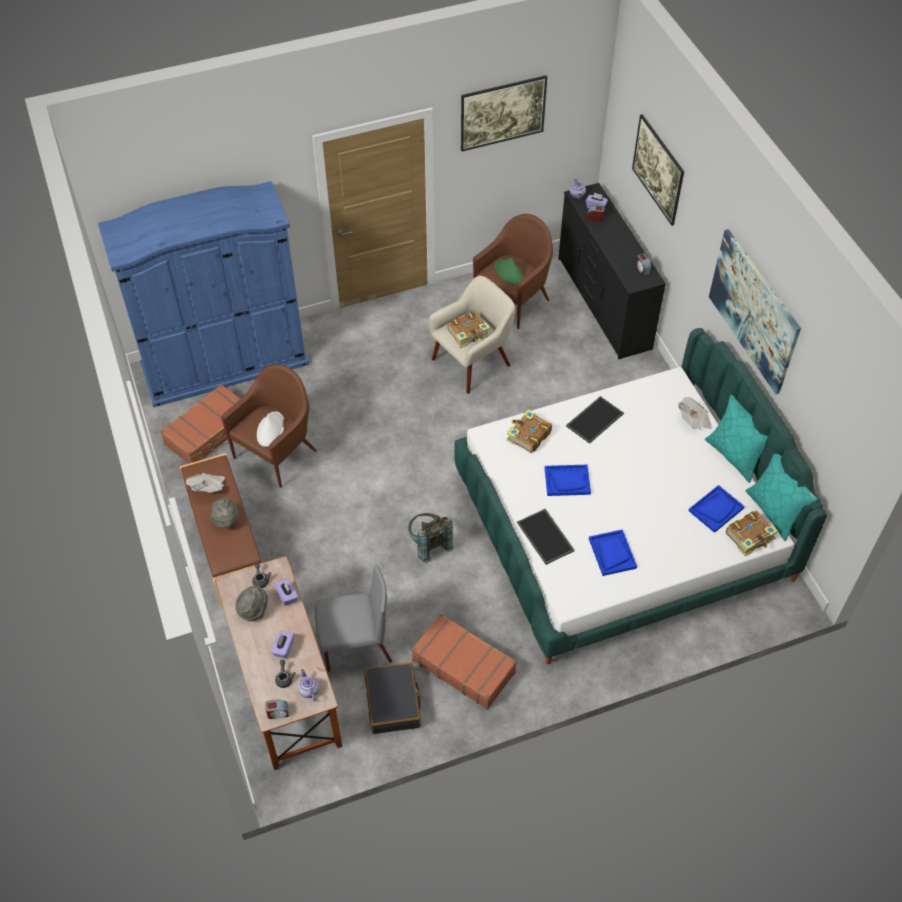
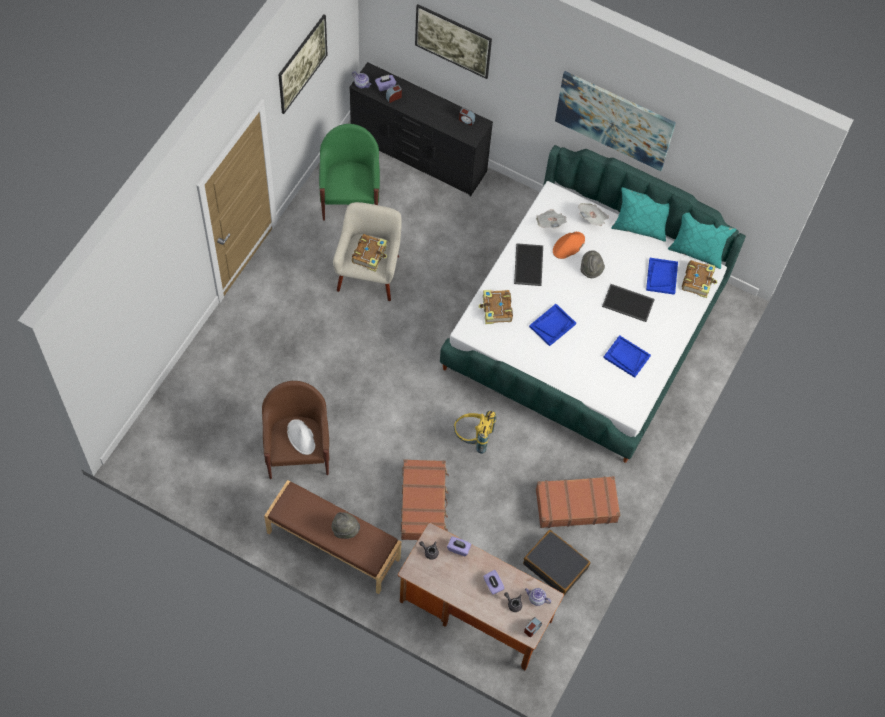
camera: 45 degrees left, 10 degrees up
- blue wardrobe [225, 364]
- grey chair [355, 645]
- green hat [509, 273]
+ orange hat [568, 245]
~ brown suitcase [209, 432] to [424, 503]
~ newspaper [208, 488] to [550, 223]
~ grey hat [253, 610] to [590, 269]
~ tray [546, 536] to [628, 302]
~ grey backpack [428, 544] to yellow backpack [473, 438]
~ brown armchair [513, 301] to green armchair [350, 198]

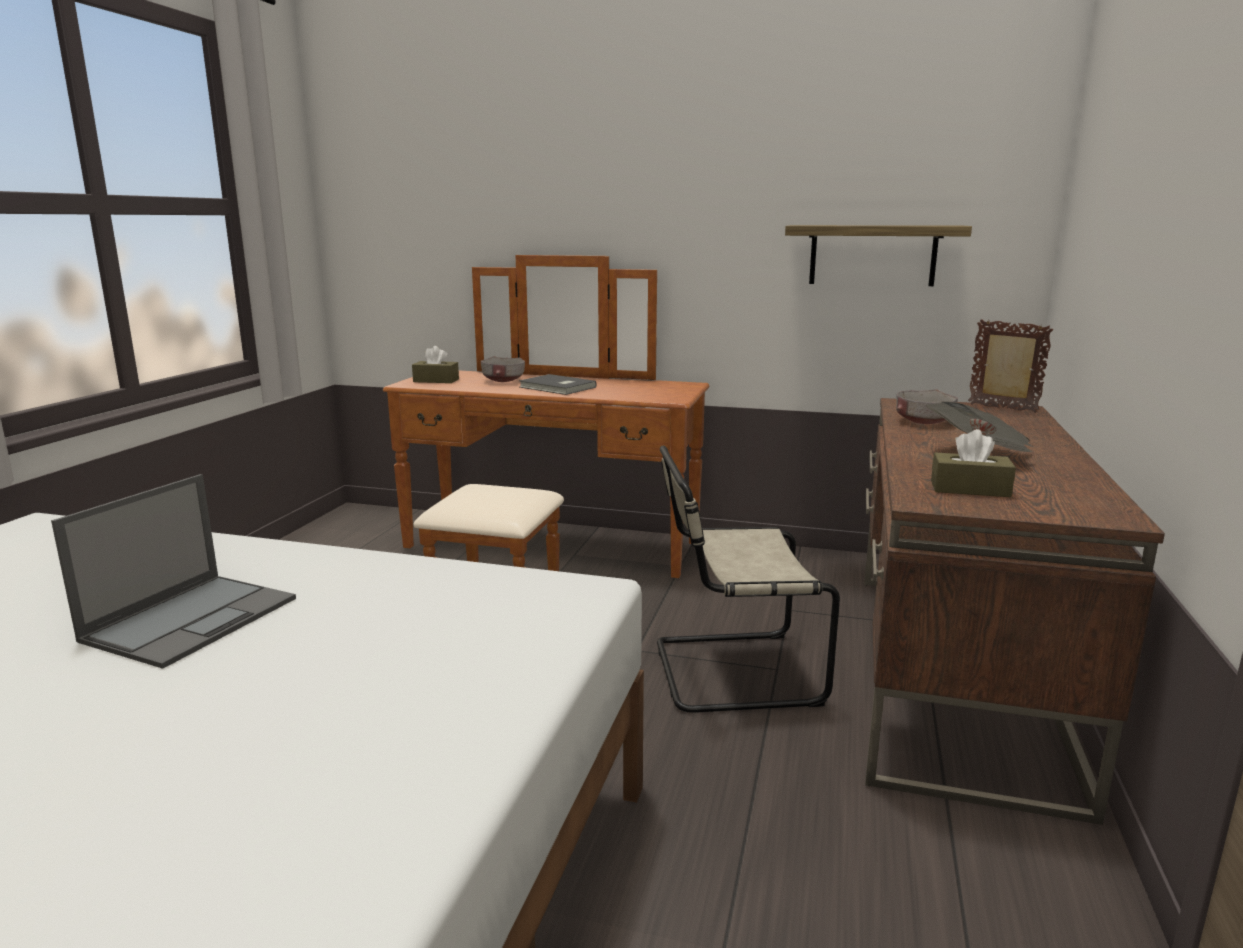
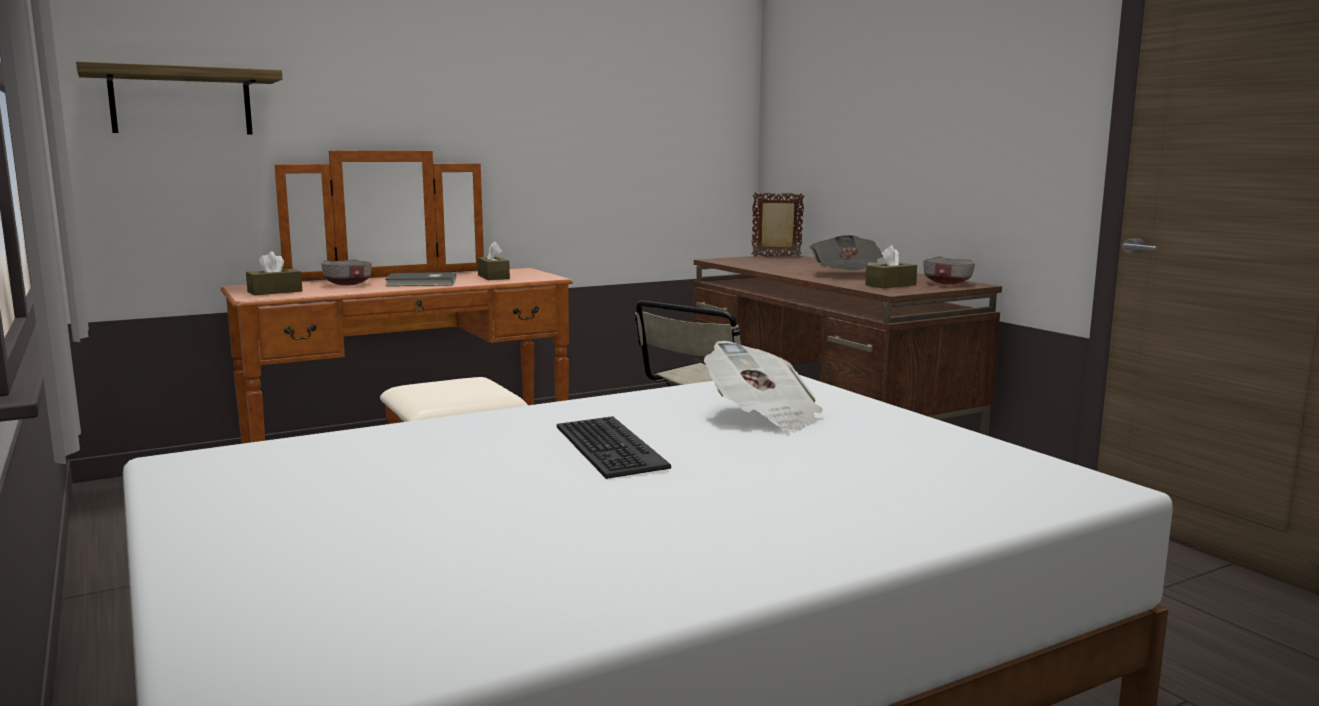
camera: 45 degrees left, 5 degrees down
+ brown tissue box [493, 277]
+ newspaper [763, 417]
~ shelf [872, 255] to [181, 102]
~ grey bowl [923, 422] to [947, 283]
~ laptop [193, 618] to keyboard [608, 447]

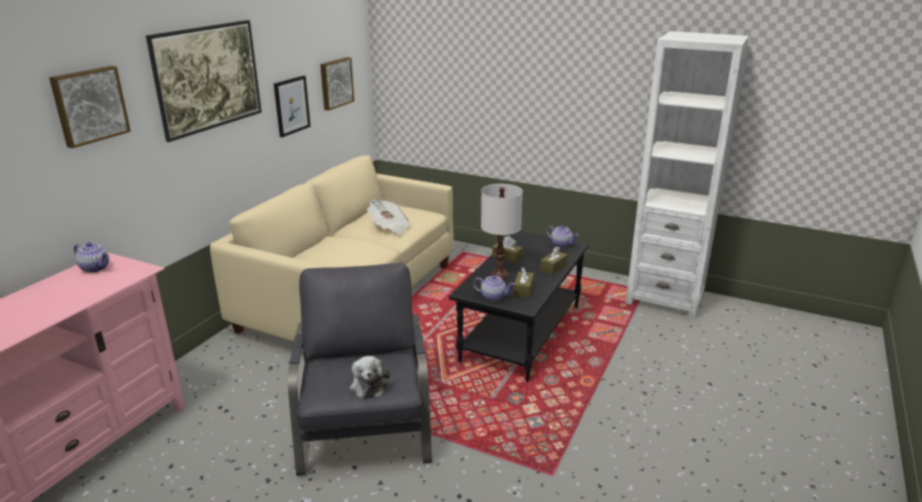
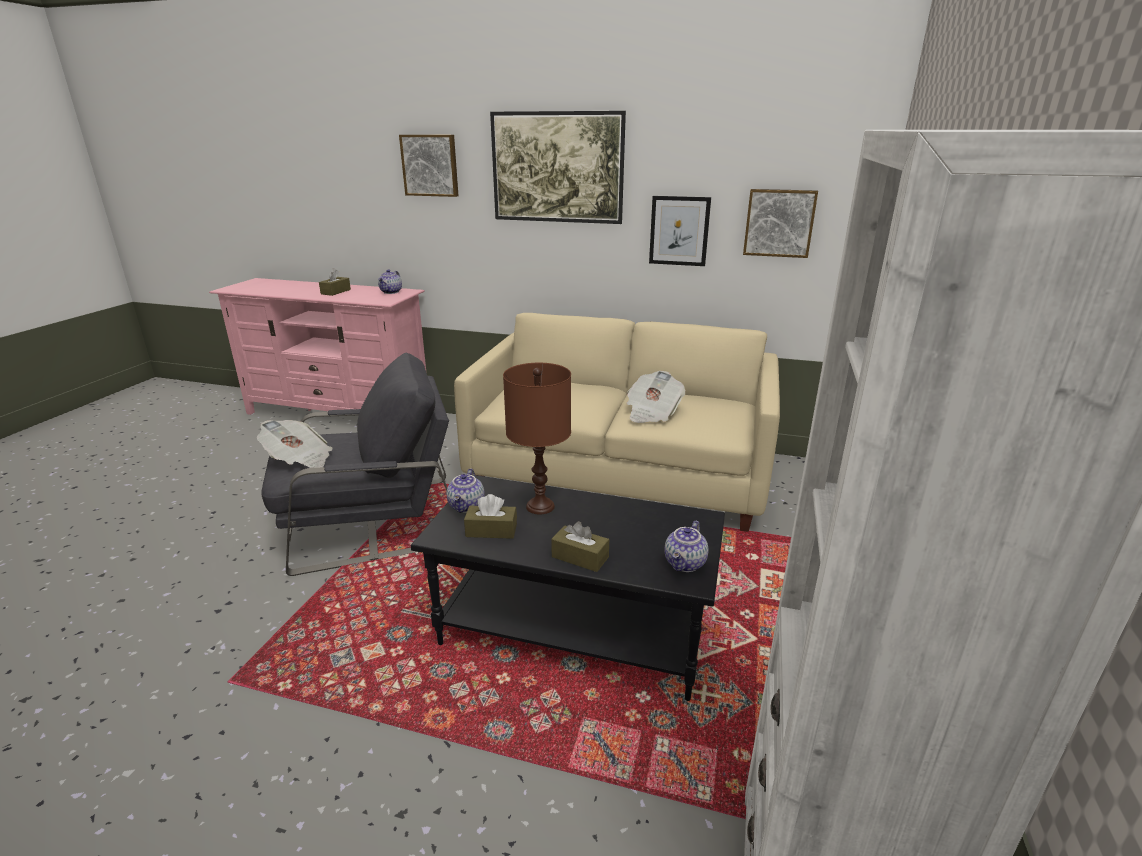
camera: 80 degrees right, 0 degrees up
~ brown tissue box [507, 257] to [336, 292]
~ plush toy [368, 385] to newspaper [299, 460]
~ white table lamp [499, 274] to brown table lamp [540, 506]

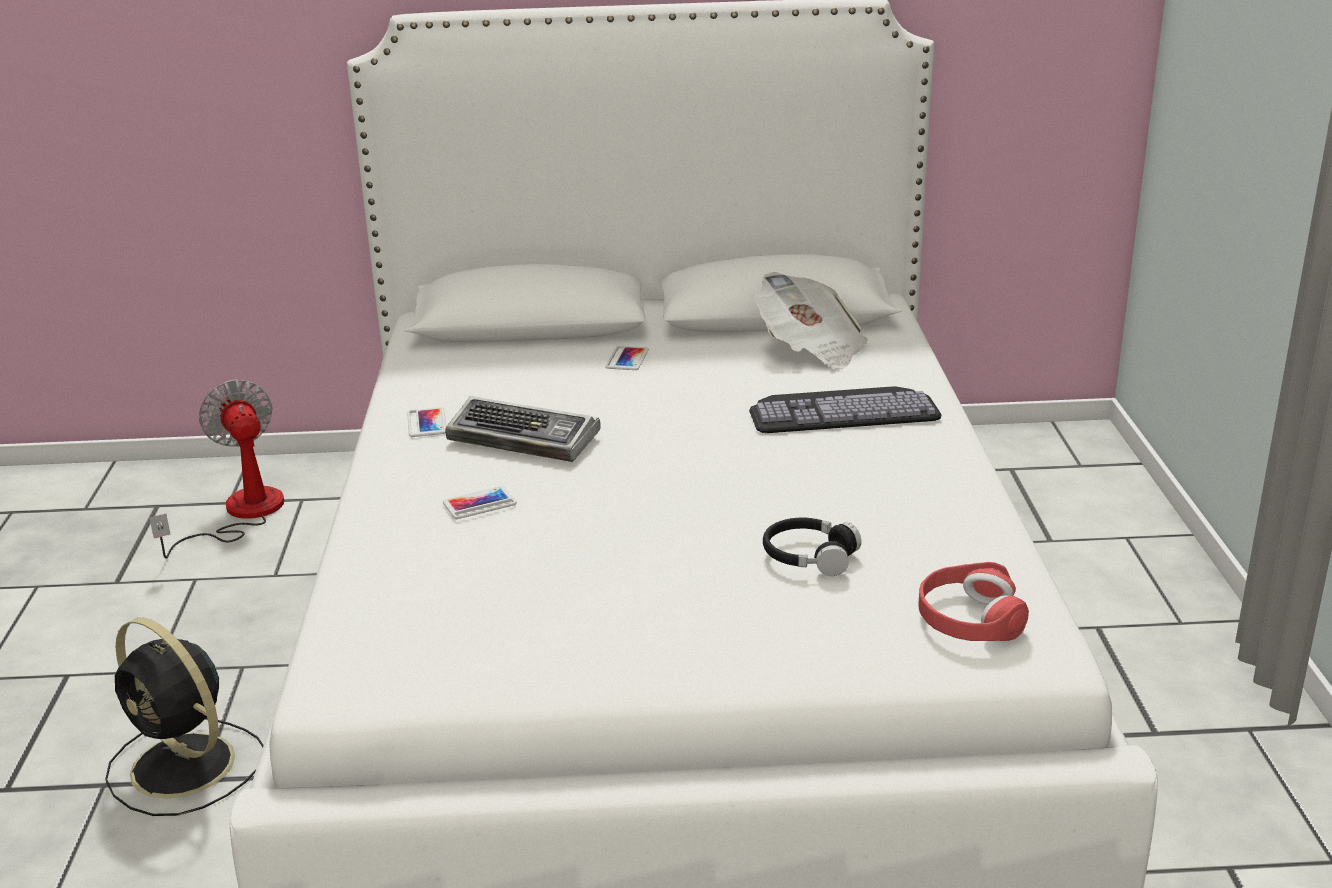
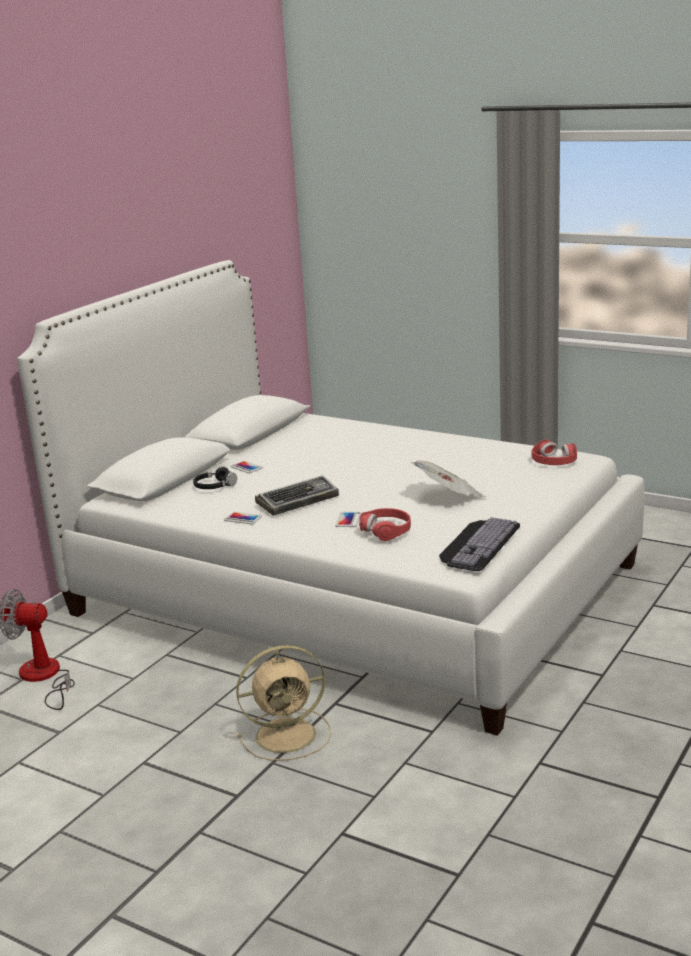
camera: 55 degrees left, 5 degrees down
+ red headphones [386, 530]
~ keyboard [843, 409] to [477, 543]
~ newspaper [810, 349] to [449, 497]
~ black headphones [809, 557] to [214, 486]
~ black fan [186, 767] to beige fan [288, 734]

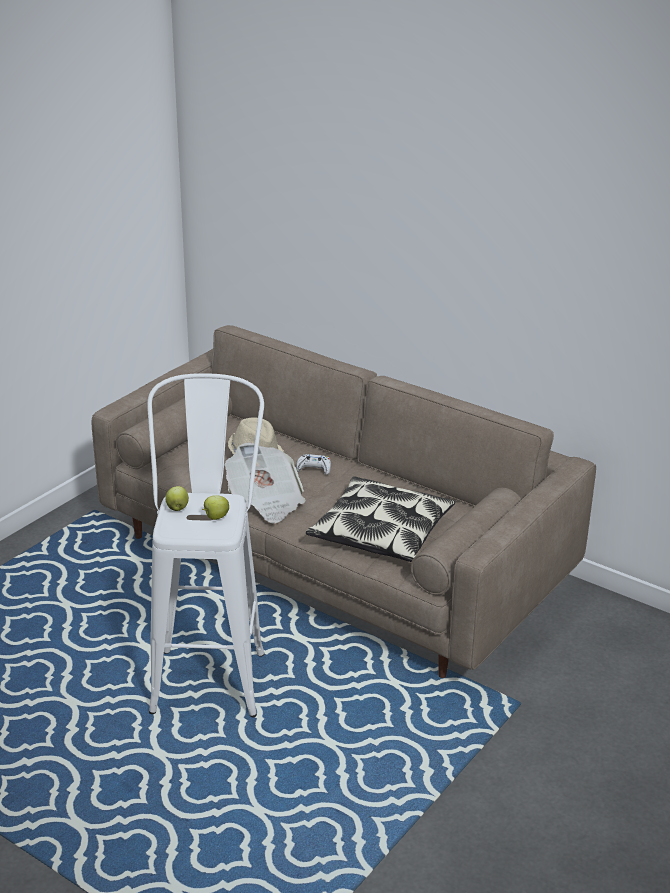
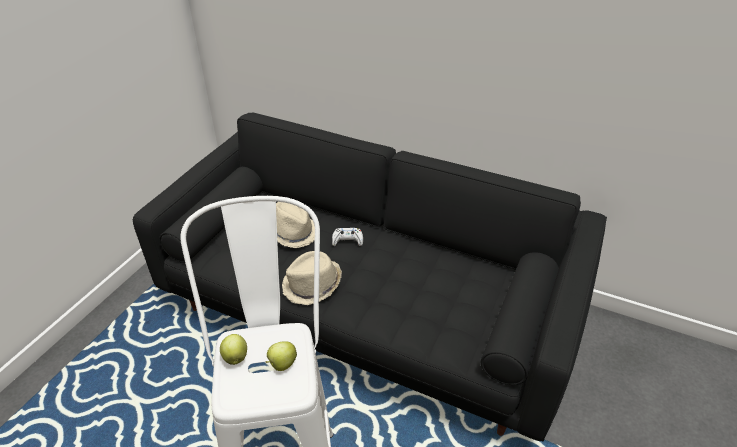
camera: 10 degrees left, 10 degrees up
- pillow [381, 532]
~ newspaper [265, 501] to beige hat [312, 286]
~ beige sofa [334, 559] to black sofa [369, 308]

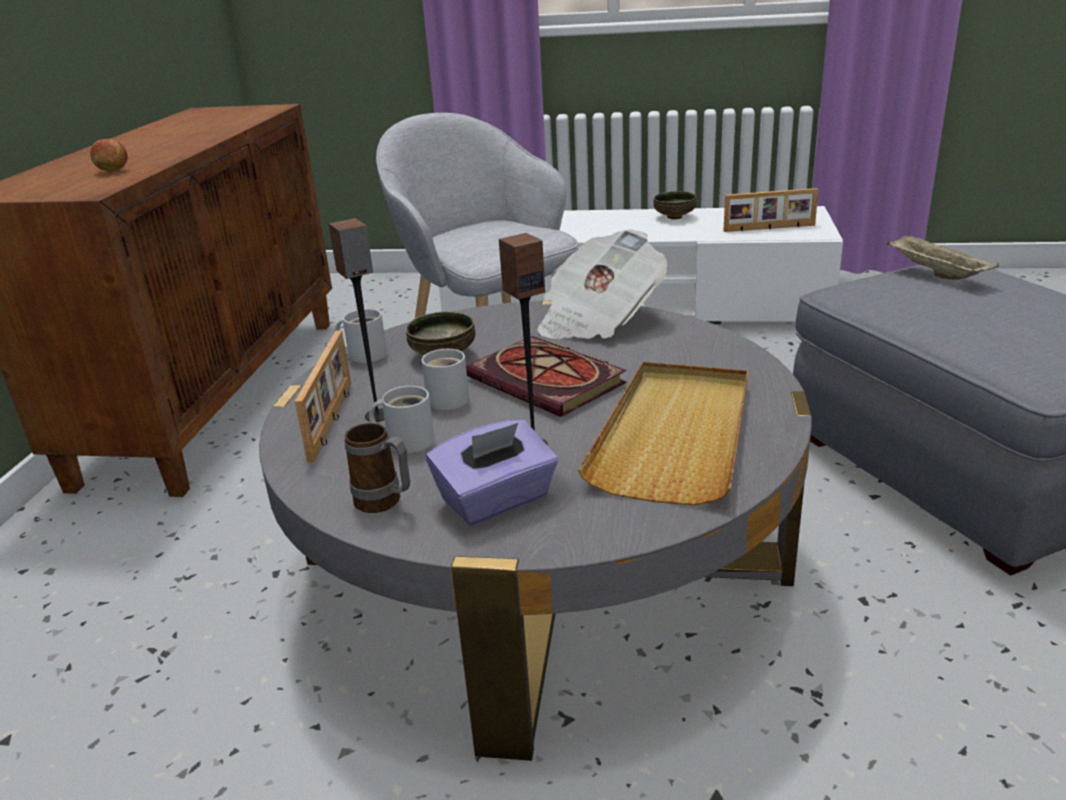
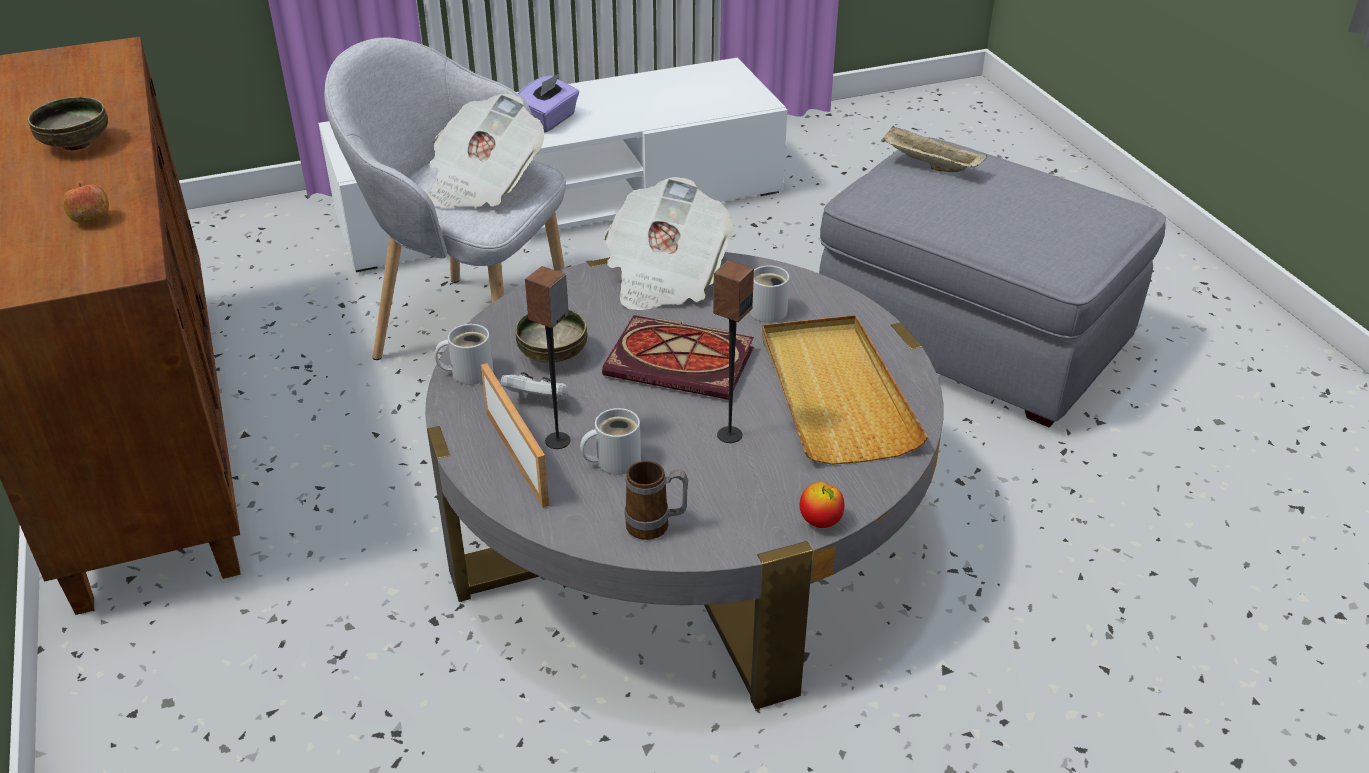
camera: 30 degrees left, 10 degrees up
- picture frame [769, 228]
+ newspaper [483, 183]
+ white game controller [538, 402]
+ apple [820, 522]
~ white mug [449, 398] to [767, 309]
~ purple tissue box [496, 500] to [549, 121]
~ bowl [675, 217] to [77, 145]

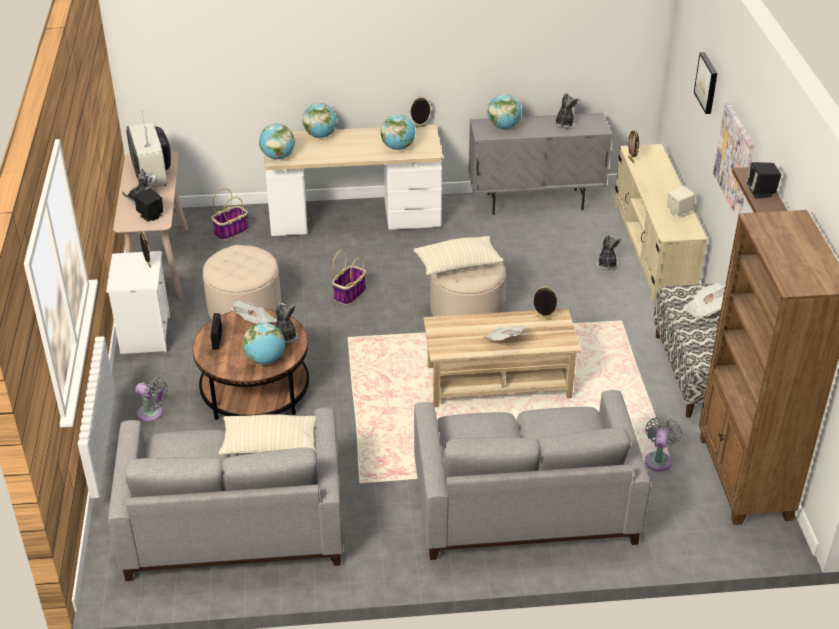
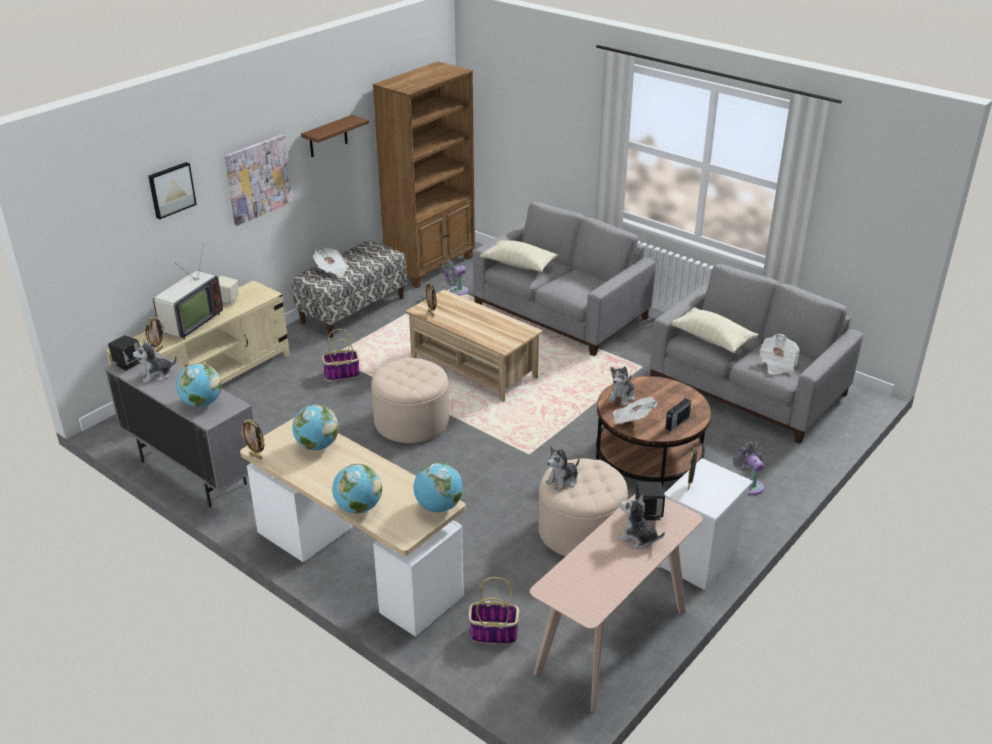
camera: 135 degrees left, 5 degrees down
- globe [265, 359]
~ television [152, 173] to [189, 323]
~ basket [350, 293] to [341, 374]
~ beige pillow [458, 265] to [519, 264]
~ newspaper [503, 341] to [777, 364]
~ plush toy [606, 265] to [562, 481]
~ black speaker [761, 192] to [128, 364]

